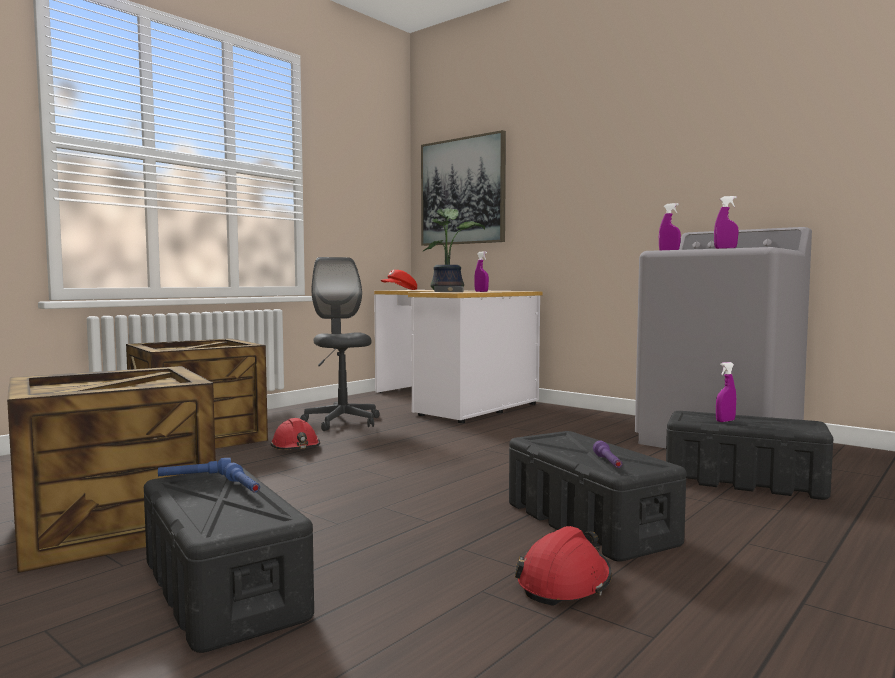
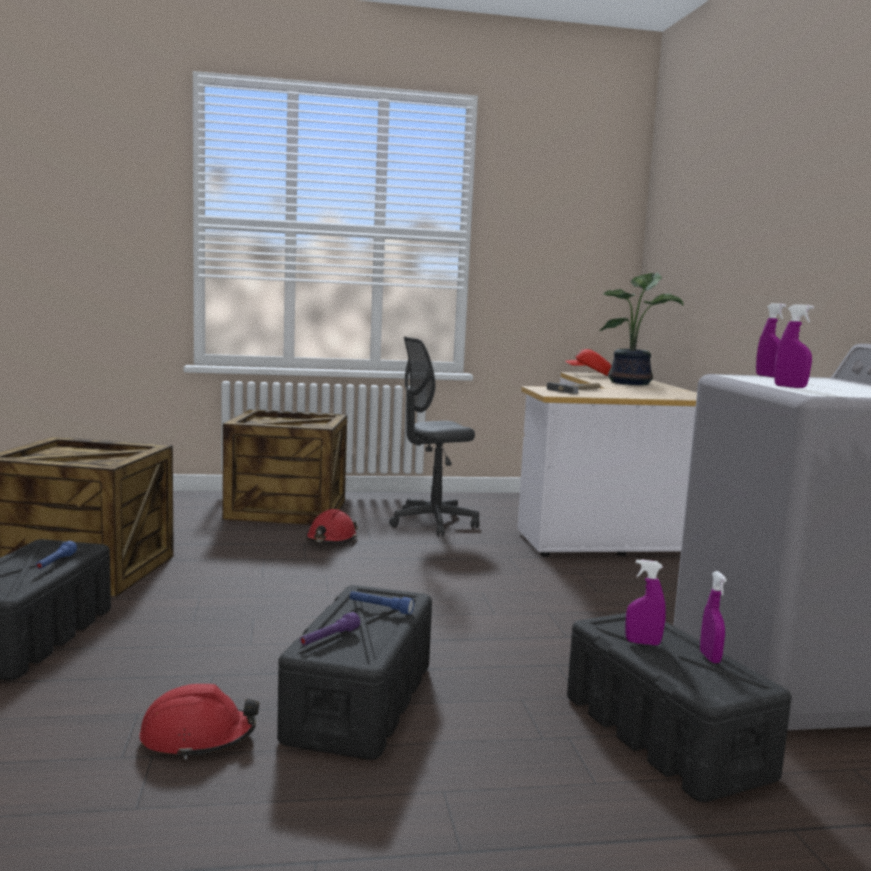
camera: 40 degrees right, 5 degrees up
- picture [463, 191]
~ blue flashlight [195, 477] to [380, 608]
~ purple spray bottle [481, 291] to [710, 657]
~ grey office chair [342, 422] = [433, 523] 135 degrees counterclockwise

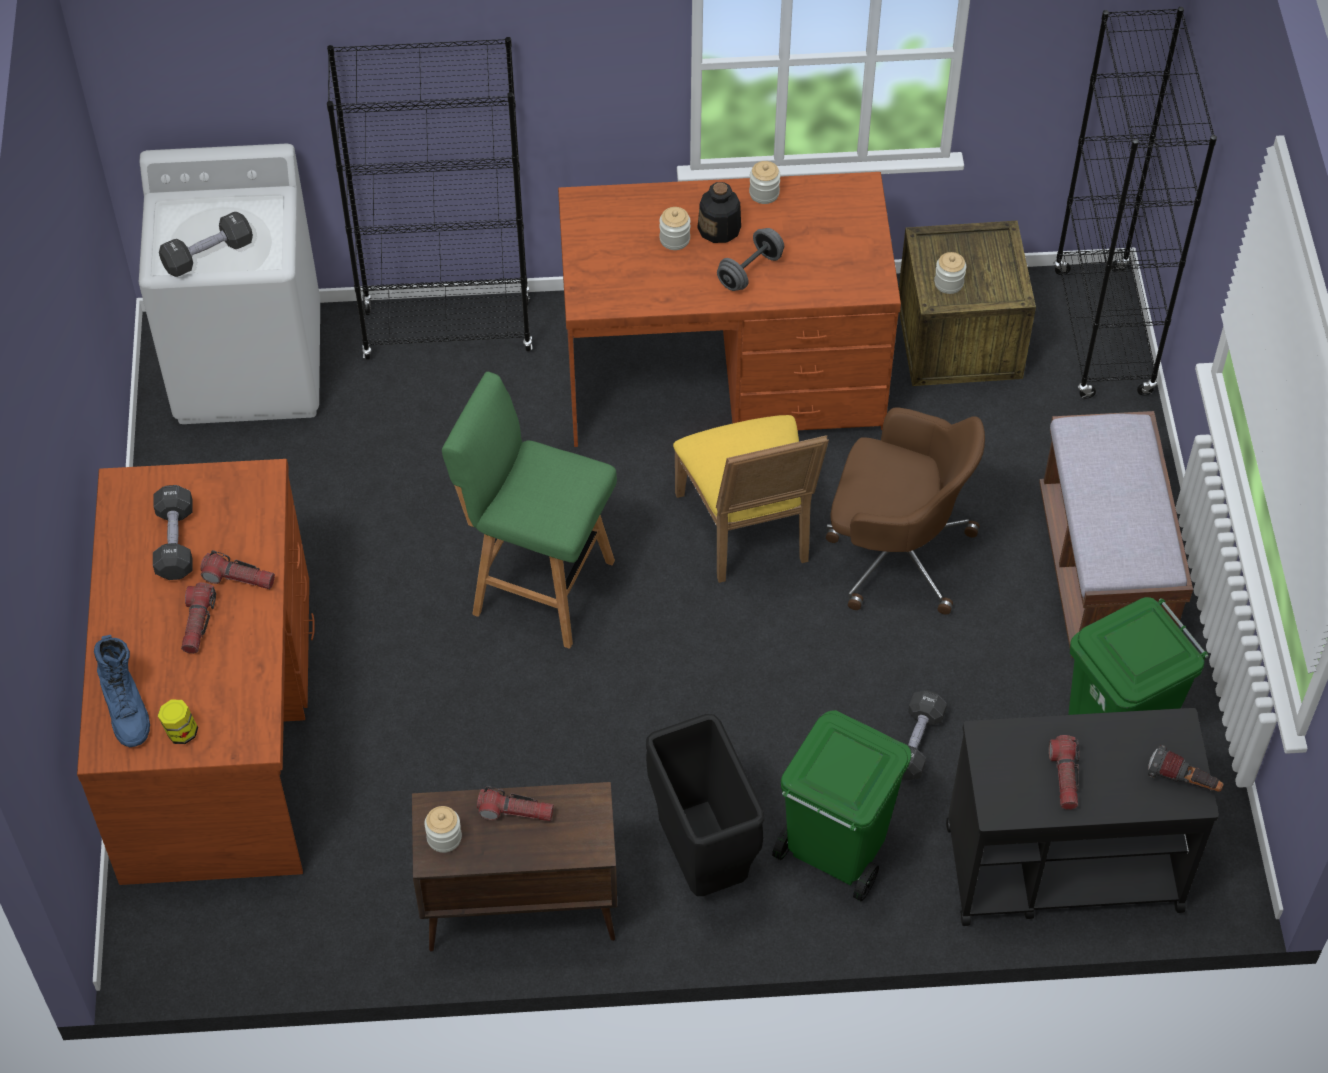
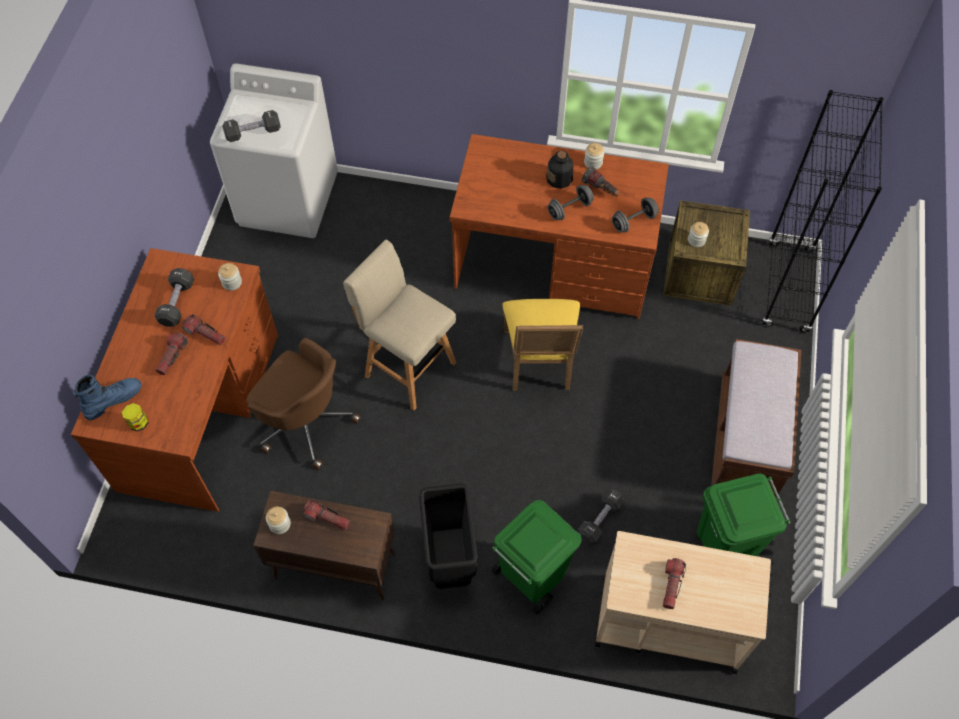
camera: 15 degrees right, 5 degrees up
- black bookcase [448, 330]
+ grey dumbbell [633, 221]
~ jar [674, 239] to [232, 282]
~ brown office chair [895, 552] to [306, 421]
~ flashlight [1183, 781] to [601, 189]
~ green stool [538, 585] to beige stool [408, 367]
~ black cart [1061, 866] to beige cart [667, 623]
~ blue boot [126, 708] = [112, 400] 120 degrees counterclockwise

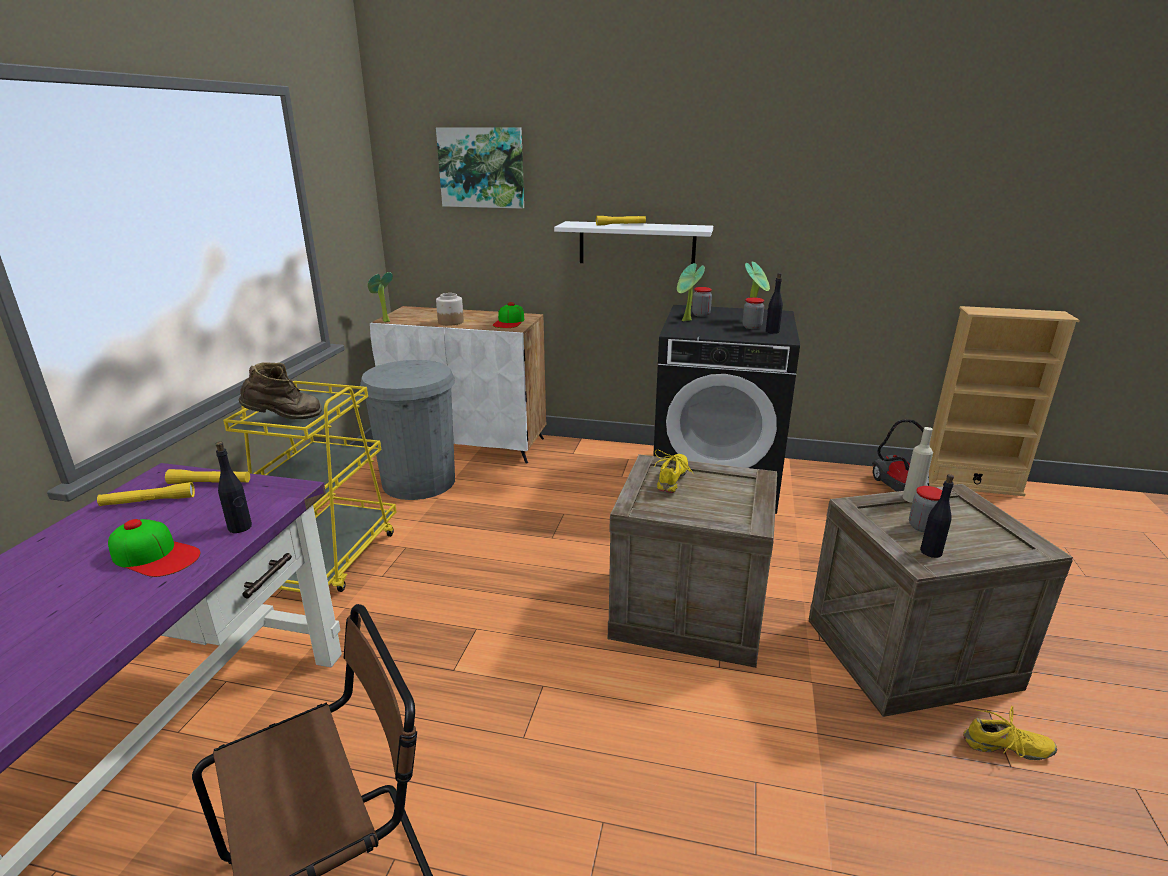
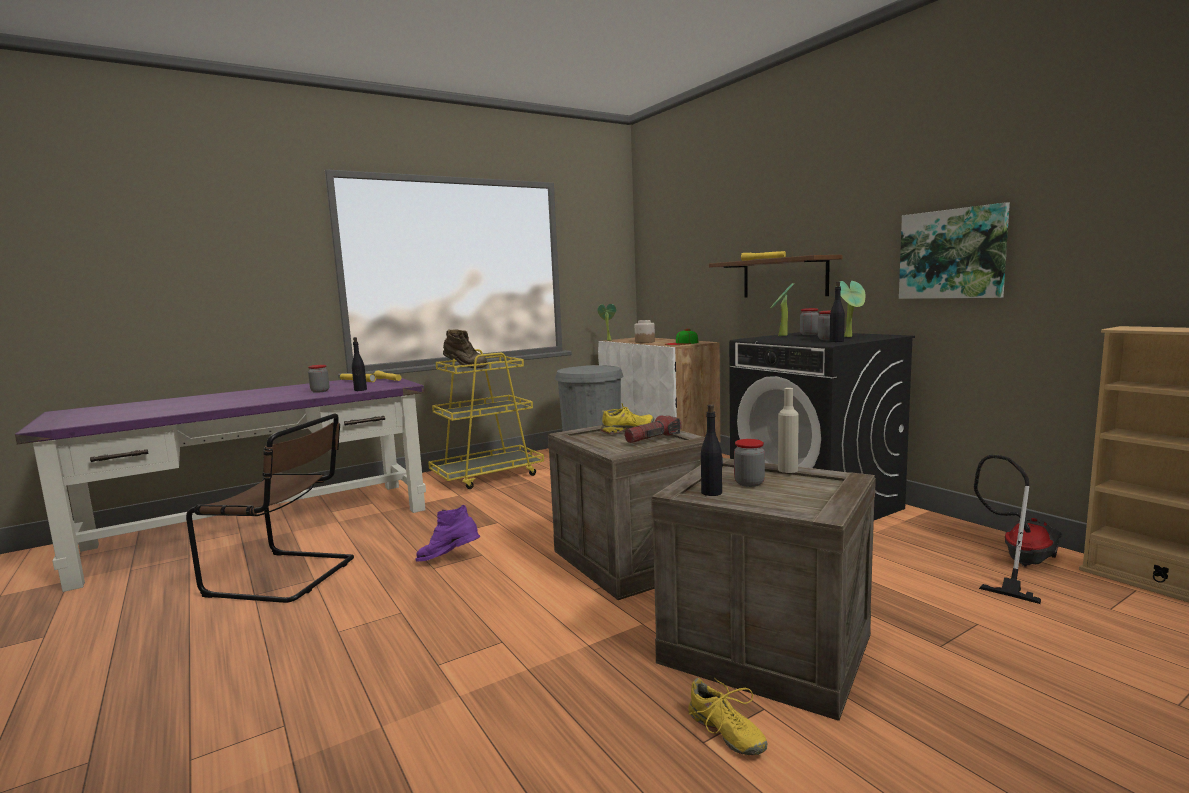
camera: 45 degrees right, 15 degrees down
+ purple boot [449, 559]
+ flashlight [653, 438]
~ picture [482, 168] to [952, 254]
~ cap [155, 555] to jar [320, 391]
~ white shelf [637, 244] to brown shelf [784, 278]

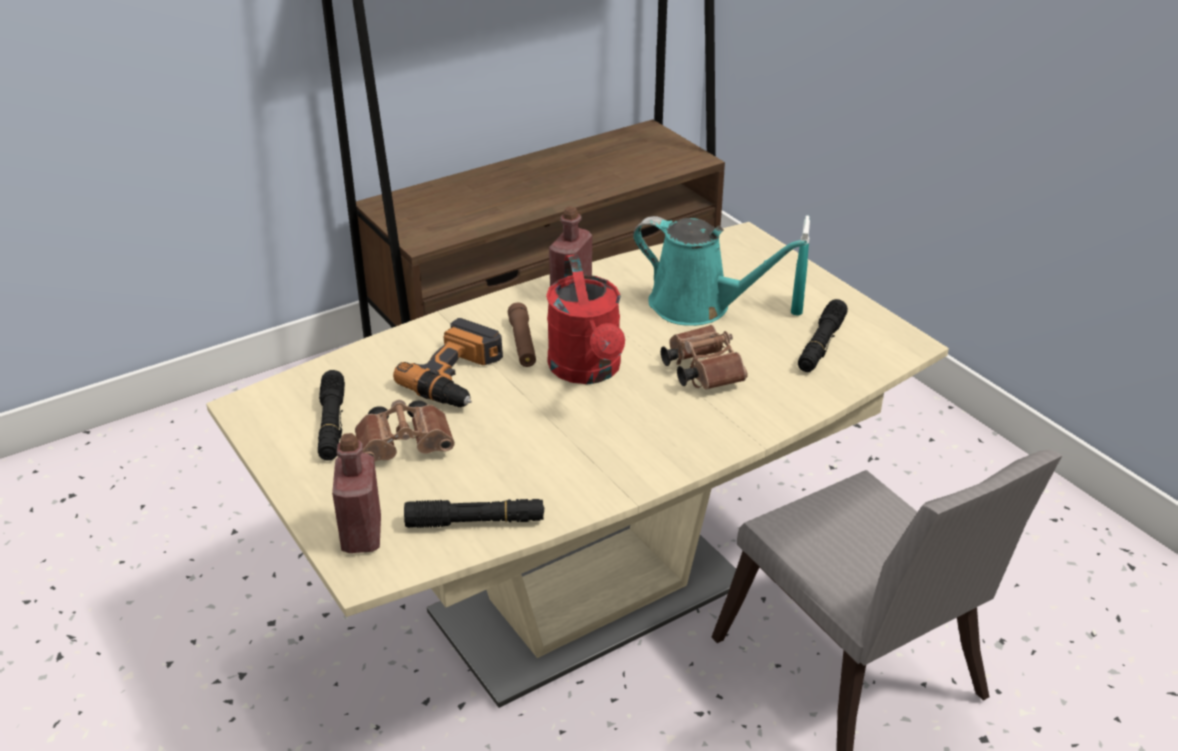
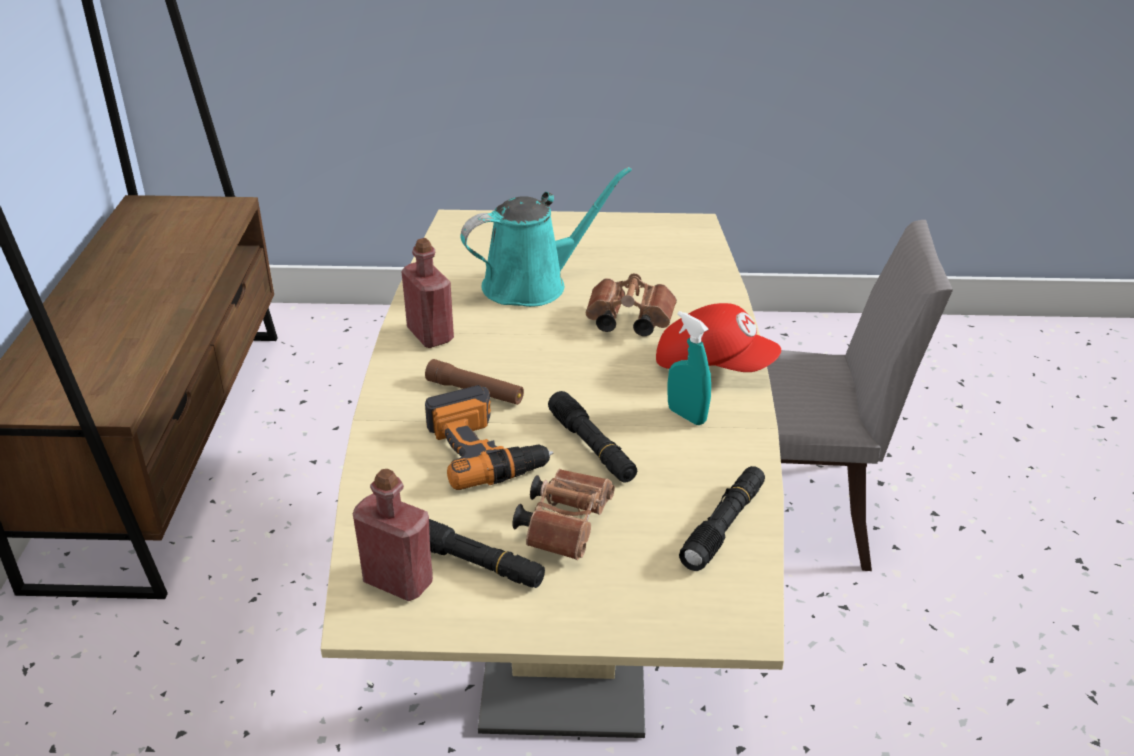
camera: 55 degrees left, 0 degrees up
- red watering can [588, 371]
+ red cap [714, 365]
~ red bottle [362, 535] to [398, 581]
~ turquoise spray bottle [797, 307] to [686, 415]
~ black flashlight [821, 345] to [592, 447]

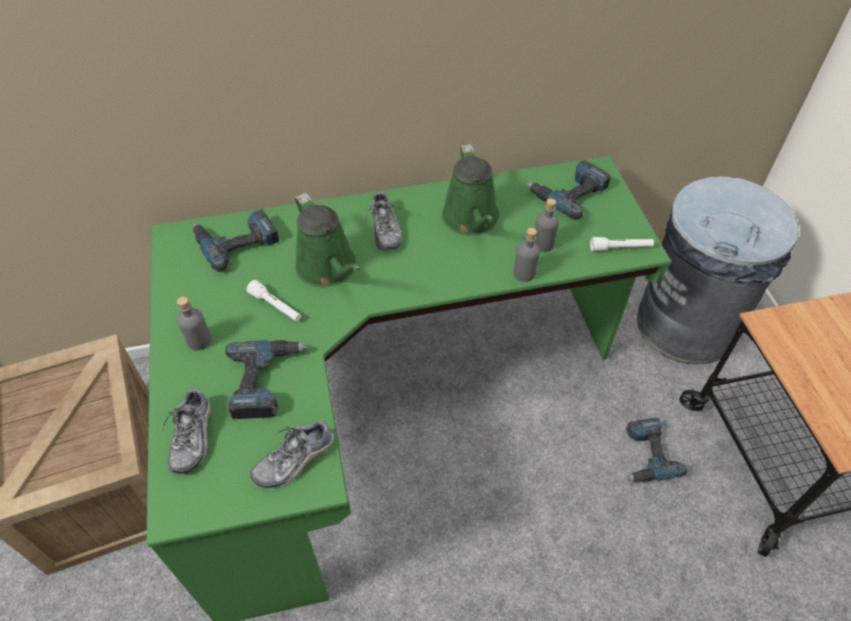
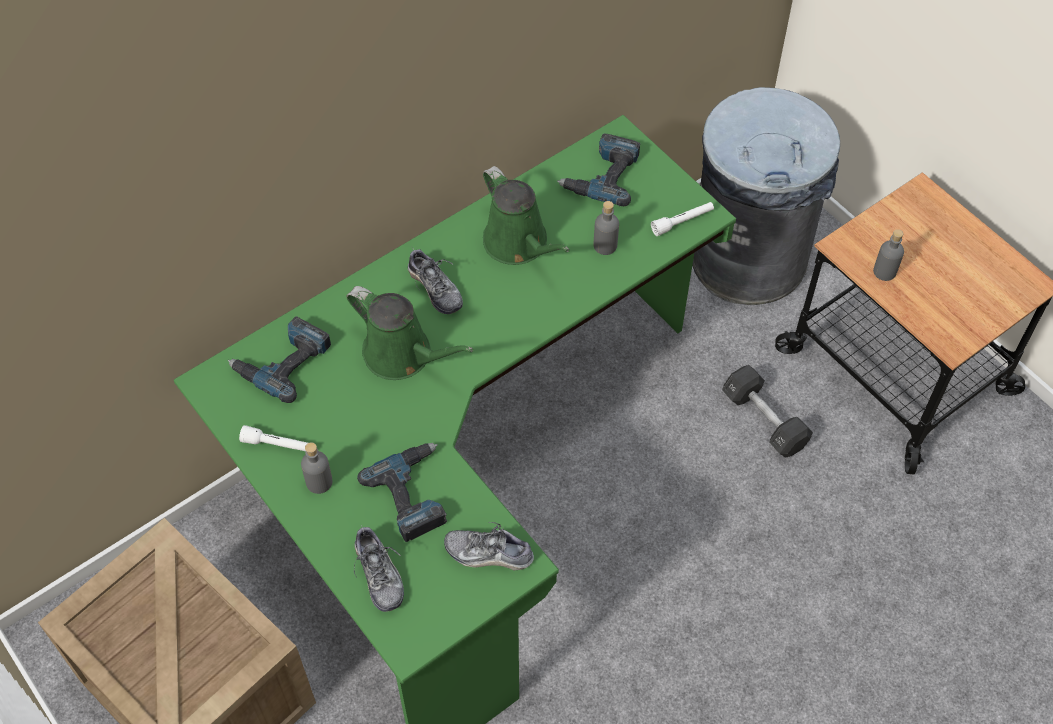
camera: 25 degrees left, 5 degrees up
~ white flashlight [276, 306] to [278, 445]
~ grey bottle [524, 273] to [884, 271]
~ power drill [645, 454] to black dumbbell [764, 420]
~ shoe [295, 460] = [489, 554] 75 degrees clockwise

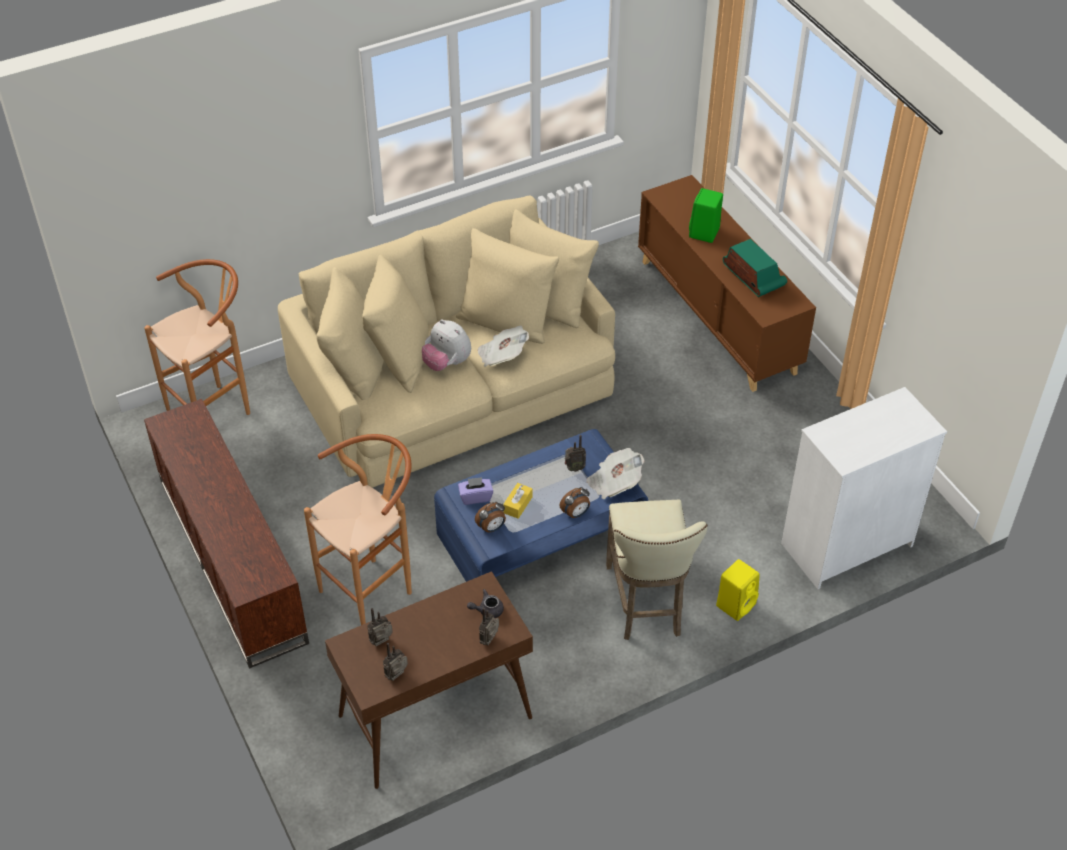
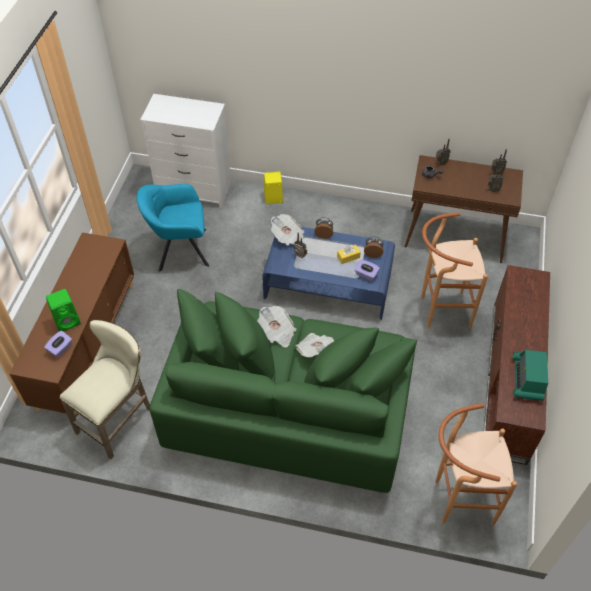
camera: 140 degrees left, 5 degrees up
+ purple tissue box [60, 349]
+ turquoise armchair [179, 250]
~ beige stool [646, 605] to [119, 419]
~ radio [753, 276] to [527, 379]
~ plush toy [446, 363] to newspaper [314, 350]
~ beige sofa [454, 385] to green sofa [288, 407]

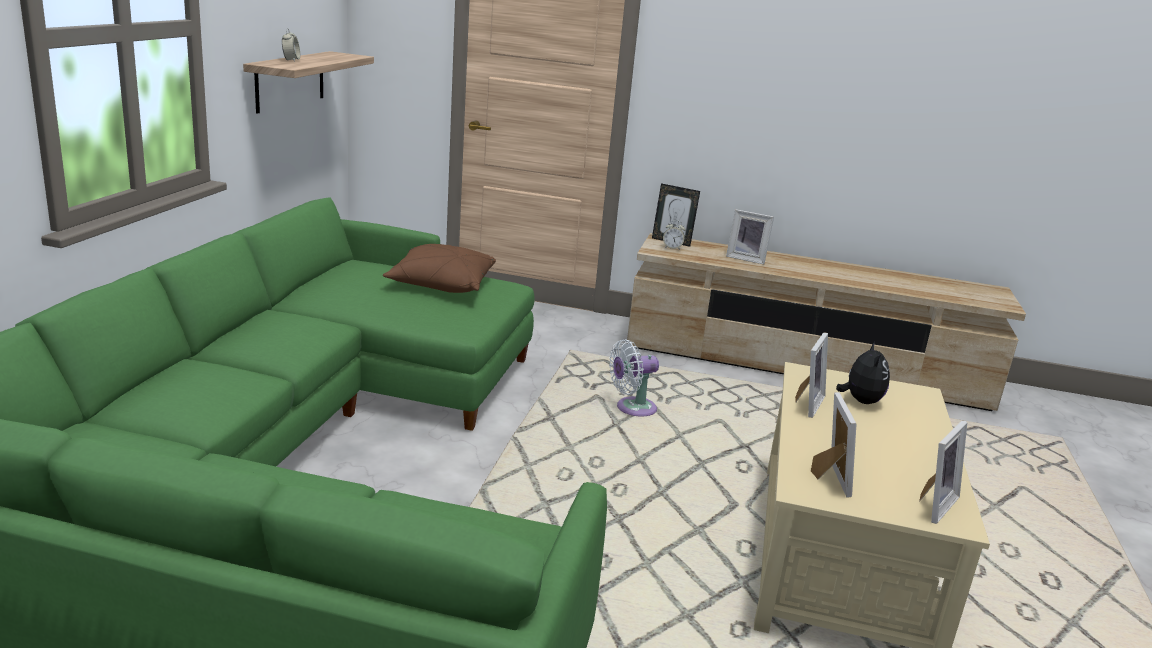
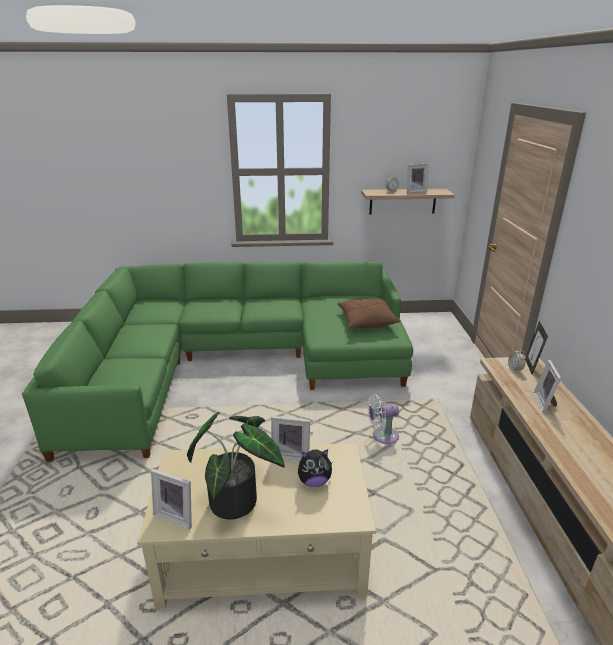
camera: 75 degrees right, 5 degrees up
+ potted plant [238, 499]
~ picture frame [828, 478] to [415, 191]
~ white fan [632, 409] = [382, 436] 60 degrees counterclockwise

